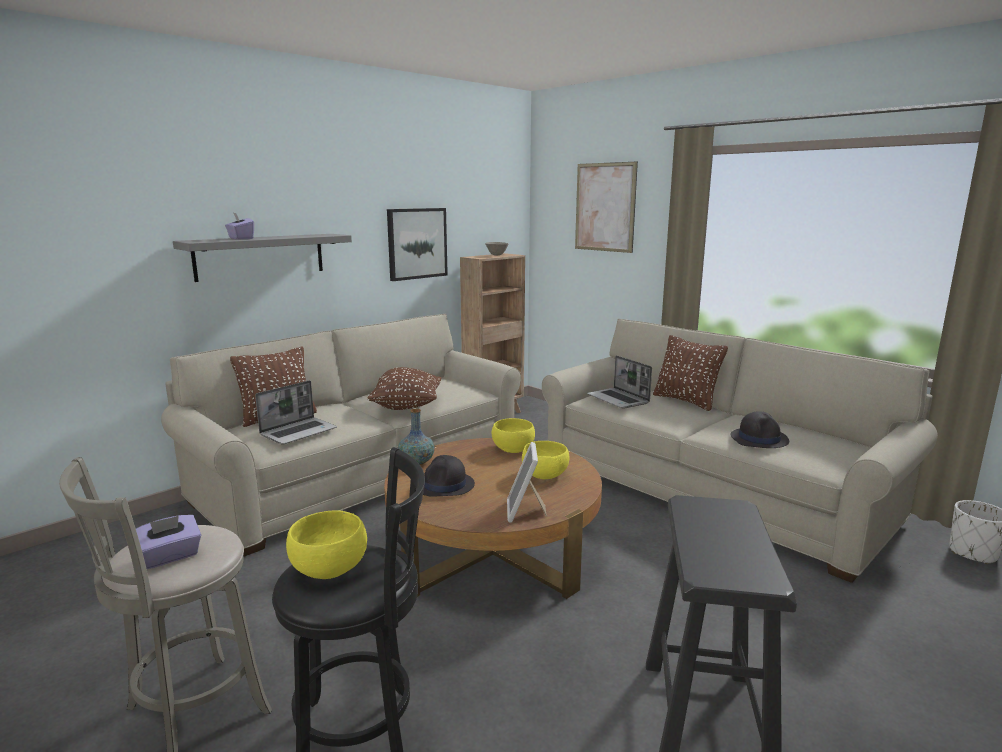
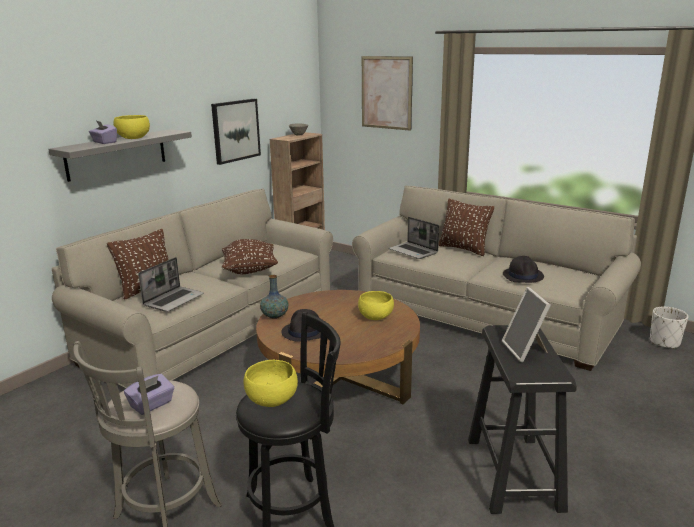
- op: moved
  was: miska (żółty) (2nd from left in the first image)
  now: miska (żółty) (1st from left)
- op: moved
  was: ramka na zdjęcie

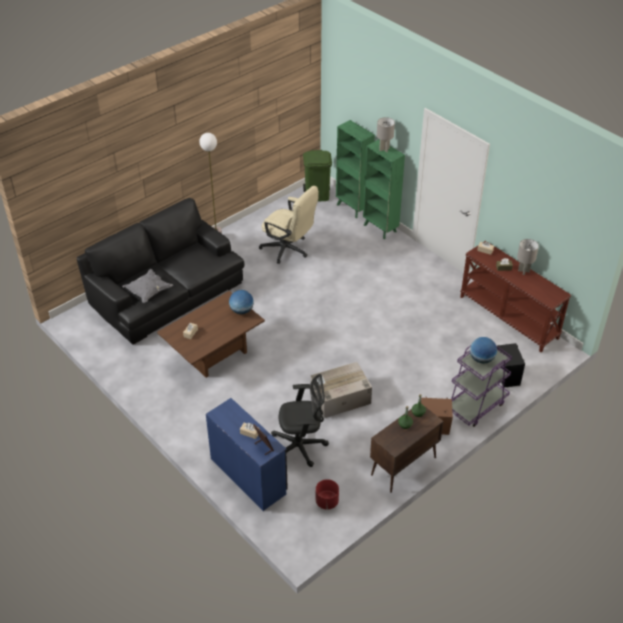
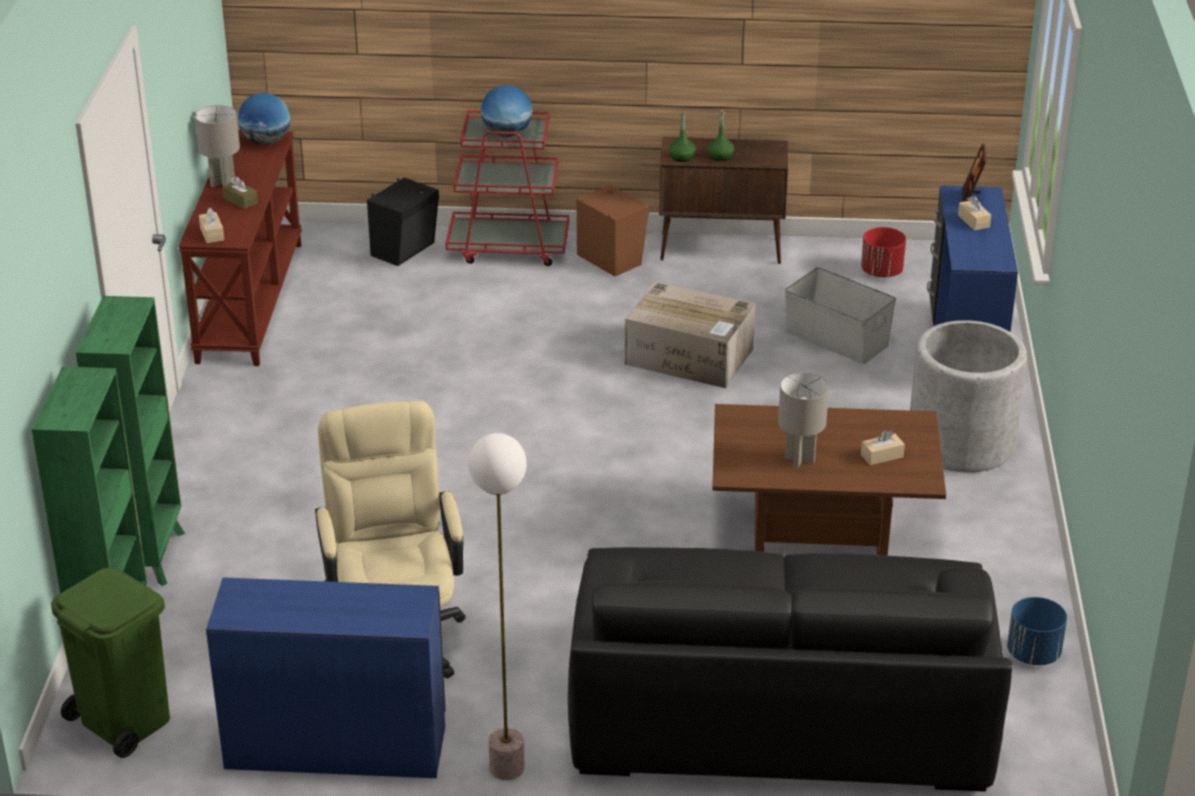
- op: added
  now: biurko (niebieski) (1st from left)
- op: moved
  was: globus (1st from left)
- op: recoloured
  was: wózek (fioletowy)
  now: wózek (czerwony)
- op: moved
  was: lampa stołowa (szary) (1st from left in the first image)
  now: lampa stołowa (szary) (2nd from left)
- op: replaced
  was: krzesło biurowe (czarny)
  now: pojemnik do przechowywania (szary)
- op: added
  now: donica (szary)
- op: added
  now: donica (niebieski)
- op: removed
  was: poduszka (szary)

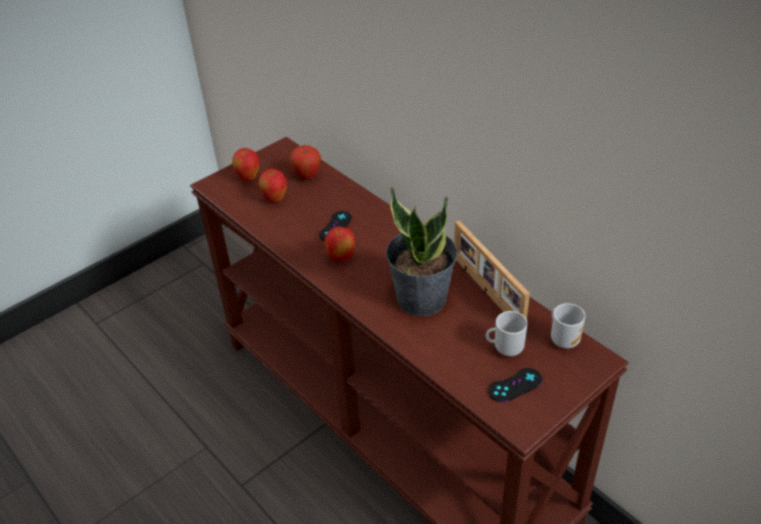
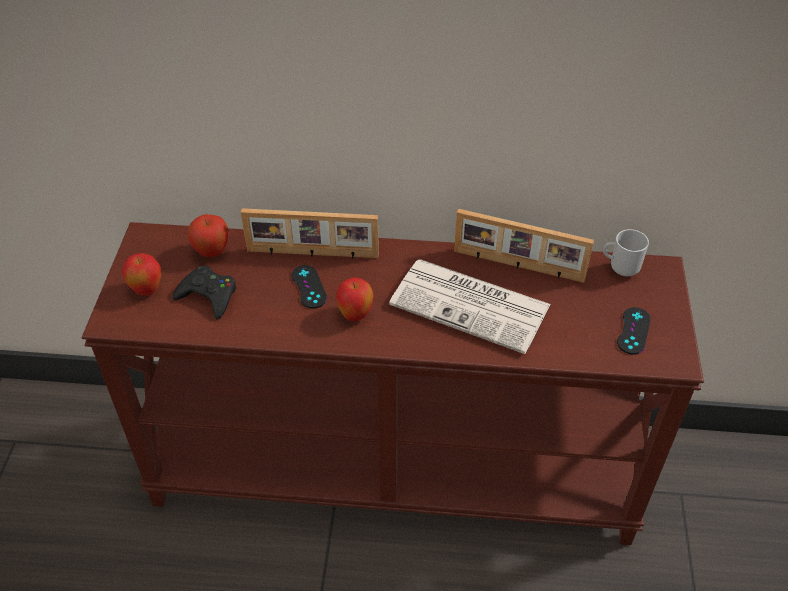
- op: replaced
  was: jabłko (2nd from left)
  now: pad do gier (czarny) (1st from left)
- op: added
  now: ramka na zdjęcie (1st from left)
- op: replaced
  was: roślina doniczkowa
  now: gazeta
- op: removed
  was: kubek (1st from left)

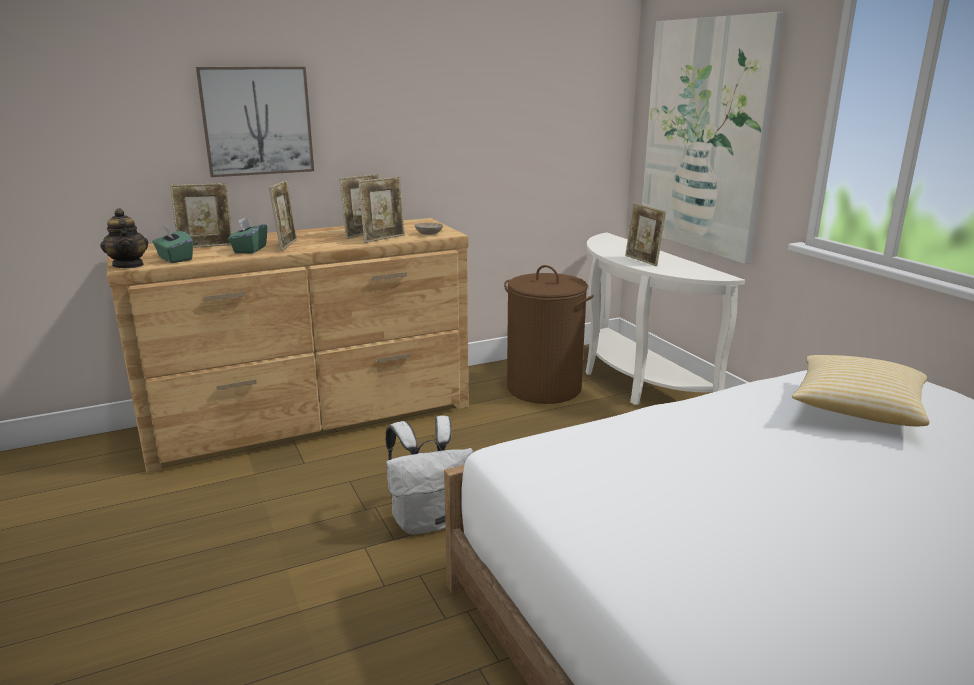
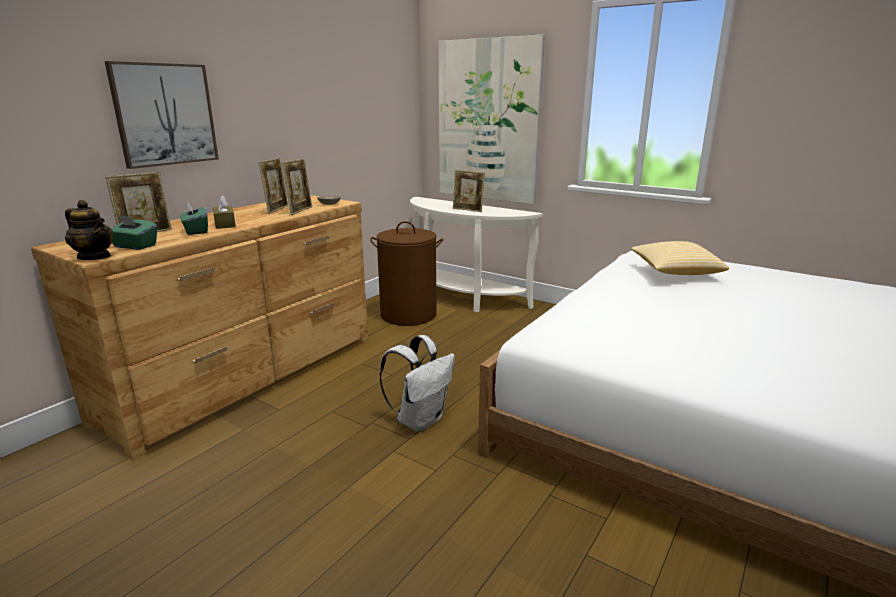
- op: replaced
  was: ramka na zdjęcie (2nd from left)
  now: pudełko chusteczek (brązowy)

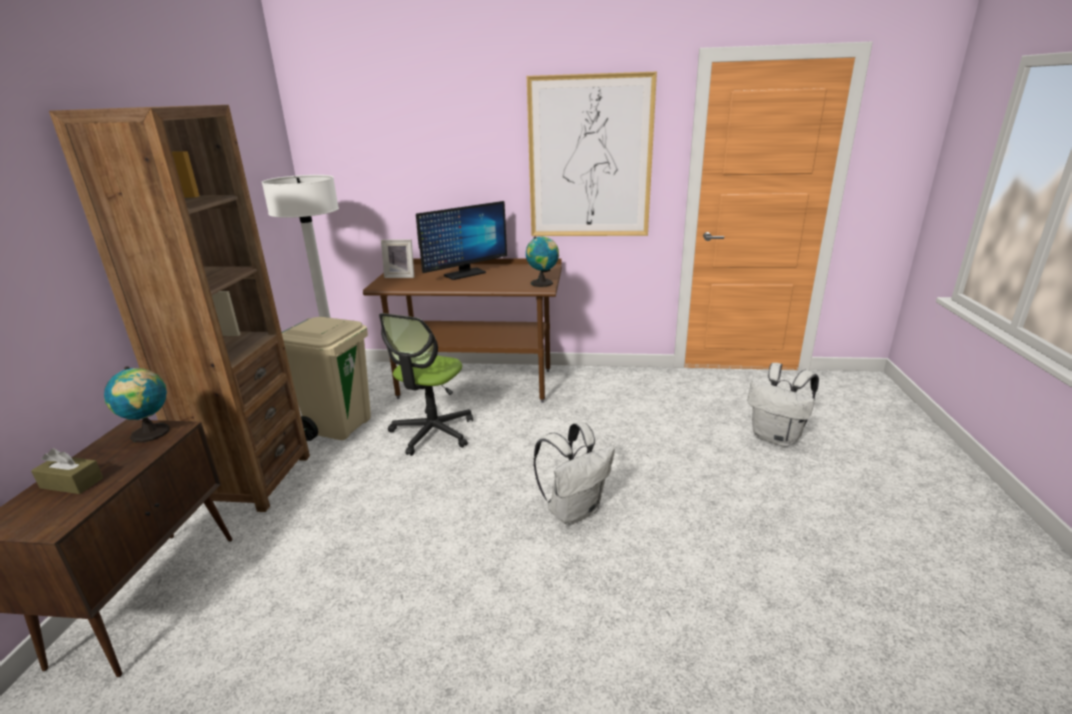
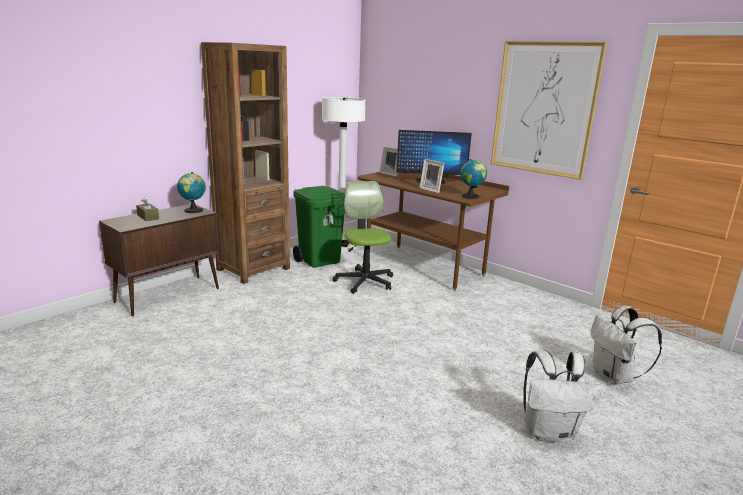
- op: recoloured
  was: kosz na śmieci (beżowy)
  now: kosz na śmieci (zielony)
- op: turned
  was: krzesło biurowe
  clockwise: 105
- op: added
  now: ramka na zdjęcie (2nd from left)
- op: moved
  was: plecak (biały) (1st from left)

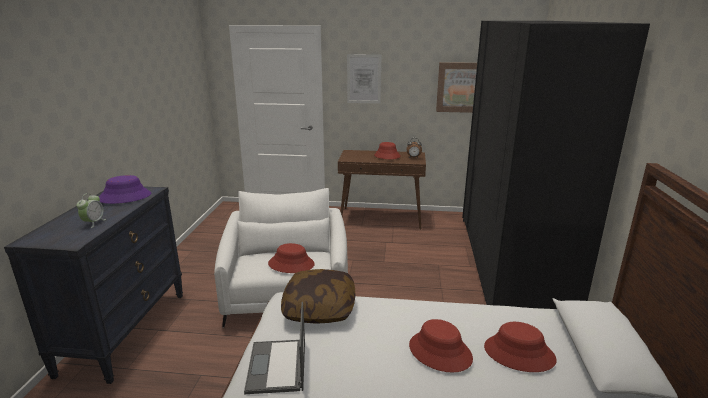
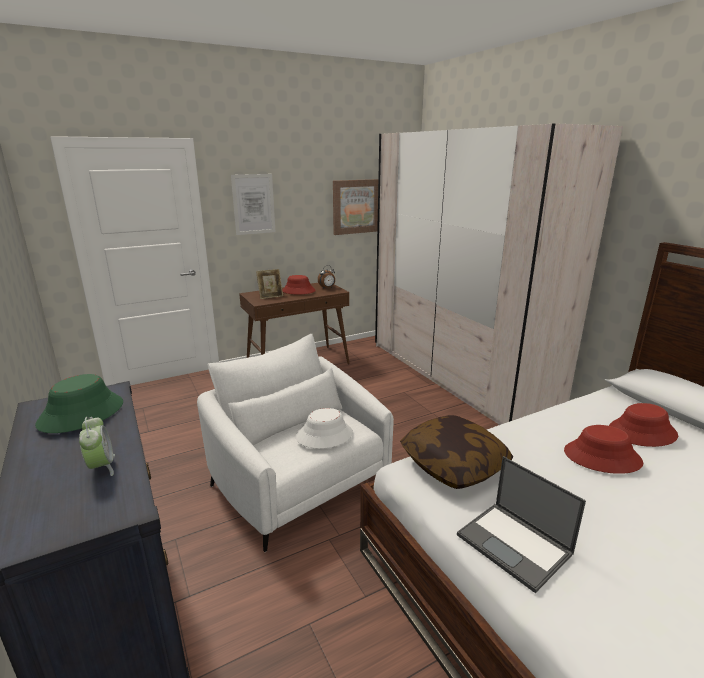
- op: recoloured
  was: kapelusz (fioletowy)
  now: kapelusz (zielony)
- op: added
  now: ramka na zdjęcie
- op: recoloured
  was: kapelusz (czerwony) (1st from left)
  now: kapelusz (biały)
- op: recoloured
  was: szafa (czarny)
  now: szafa (beżowy)

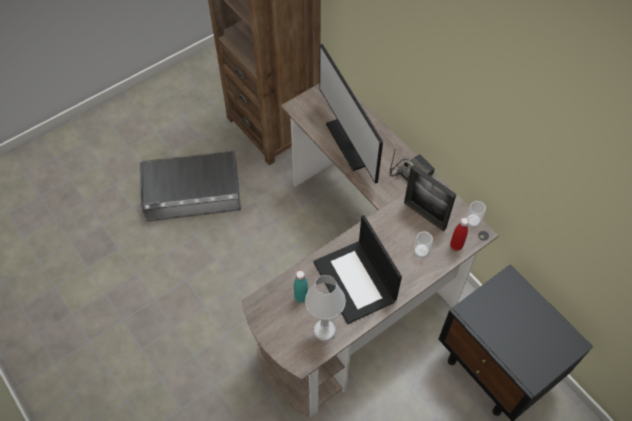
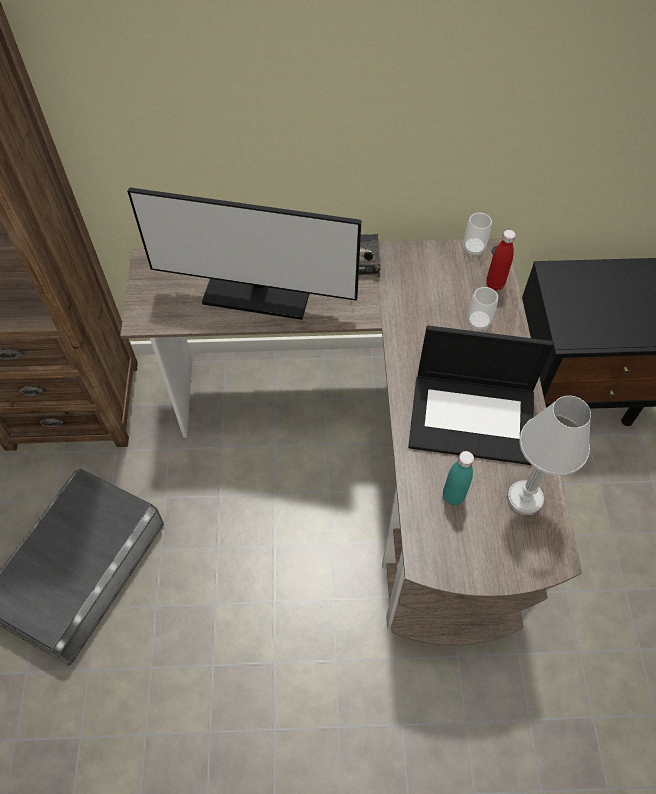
- op: removed
  was: ramka na zdjęcie

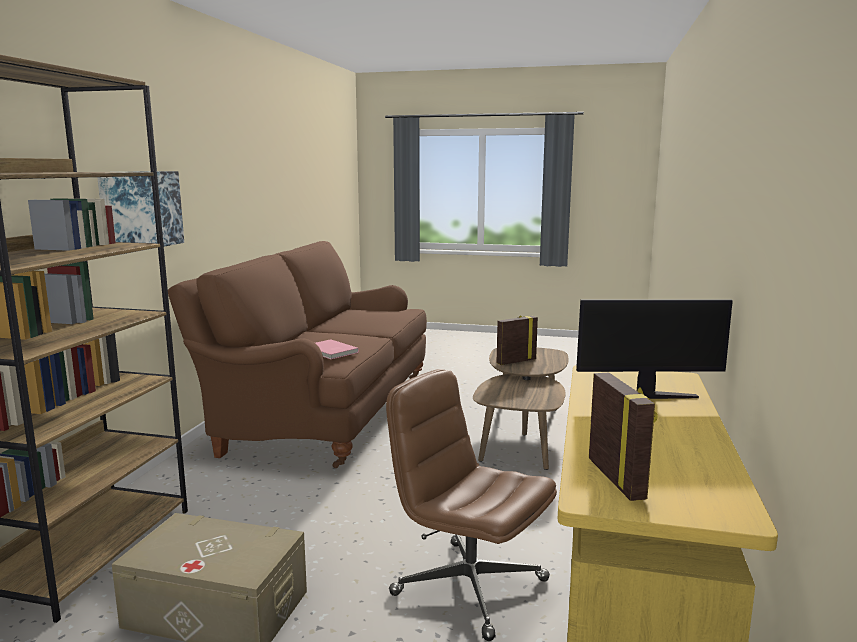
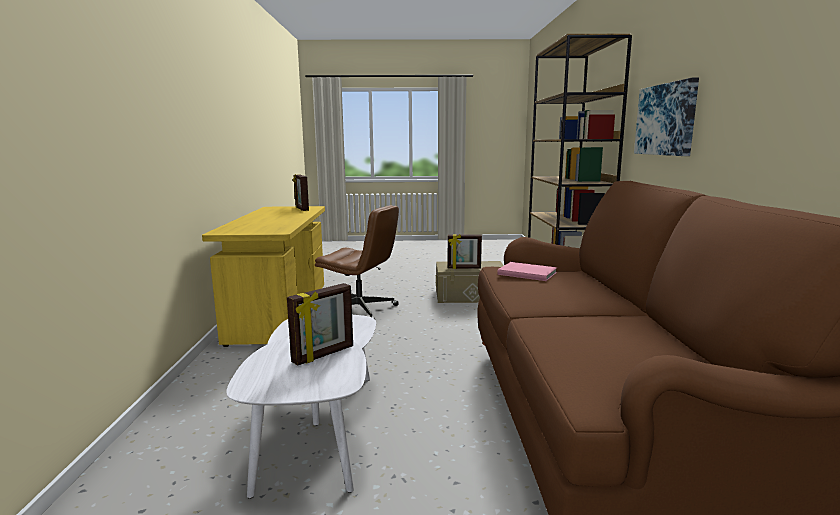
- op: recoloured
  was: ława (brązowy)
  now: ława (biały)
- op: added
  now: ramka na zdjęcie (3rd from left)
- op: removed
  was: monitor

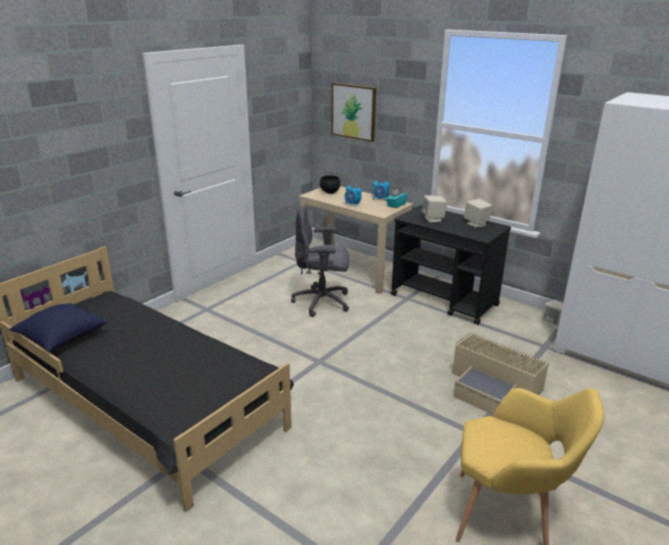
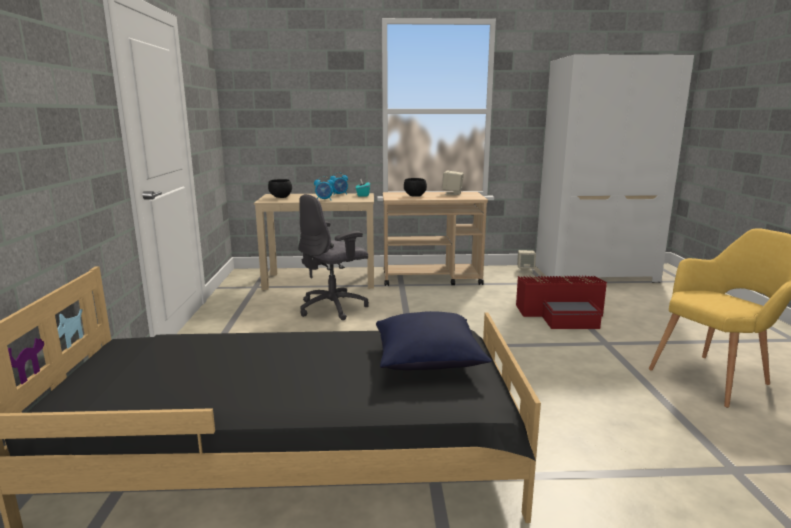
- op: moved
  was: poduszka (niebieski)
- op: recoloured
  was: wózek (czarny)
  now: wózek (beżowy)
- op: replaced
  was: głośnik (beżowy) (1st from left)
  now: miska (czarny) (2nd from left)
- op: recoloured
  was: pojemnik do przechowywania (beżowy)
  now: pojemnik do przechowywania (czerwony)
- op: removed
  was: obraz

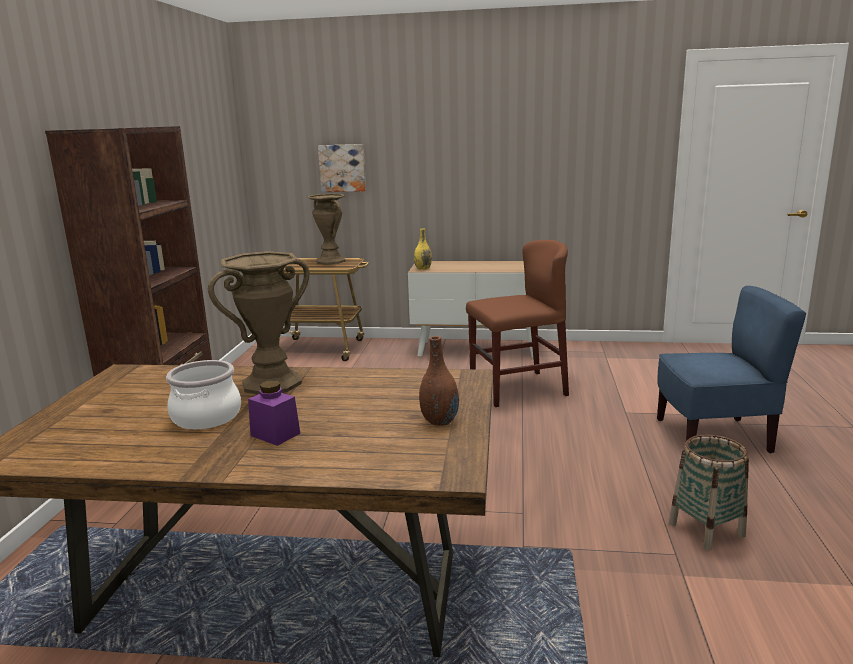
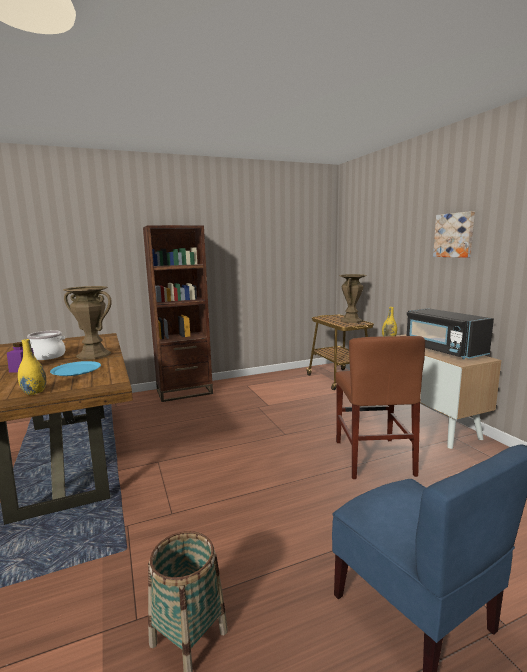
- op: recoloured
  was: wazon (brązowy) (3rd from left)
  now: wazon (żółty) (1st from left)
- op: added
  now: talerz (niebieski)
- op: turned
  was: krzesło (brązowy)
  clockwise: 45
- op: added
  now: mikrofalówka (czarny)
- op: moved
  was: obraz

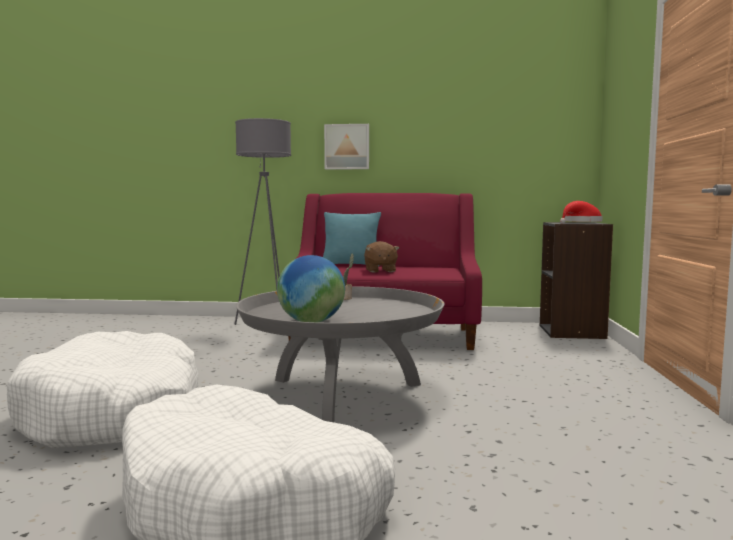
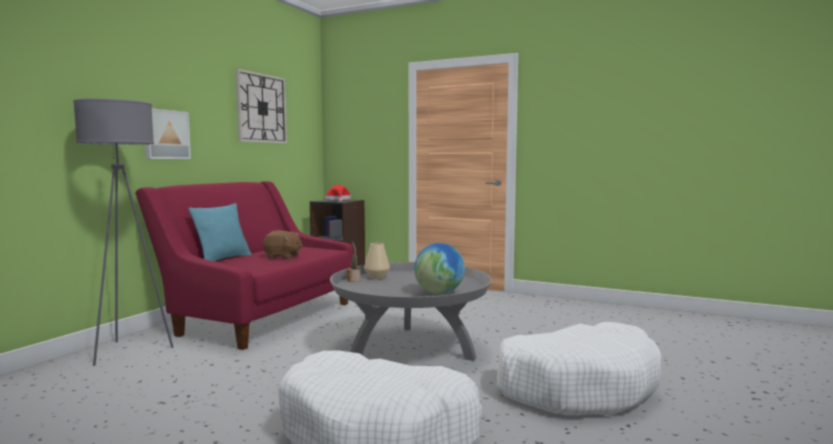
- op: added
  now: zegar ścienny
- op: added
  now: wazon (beżowy)

